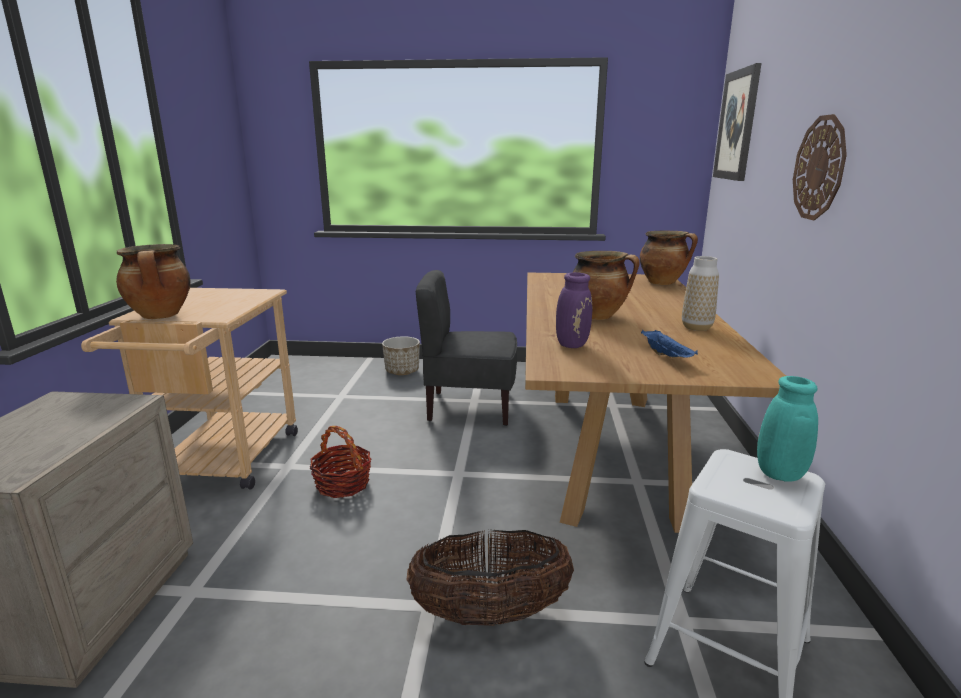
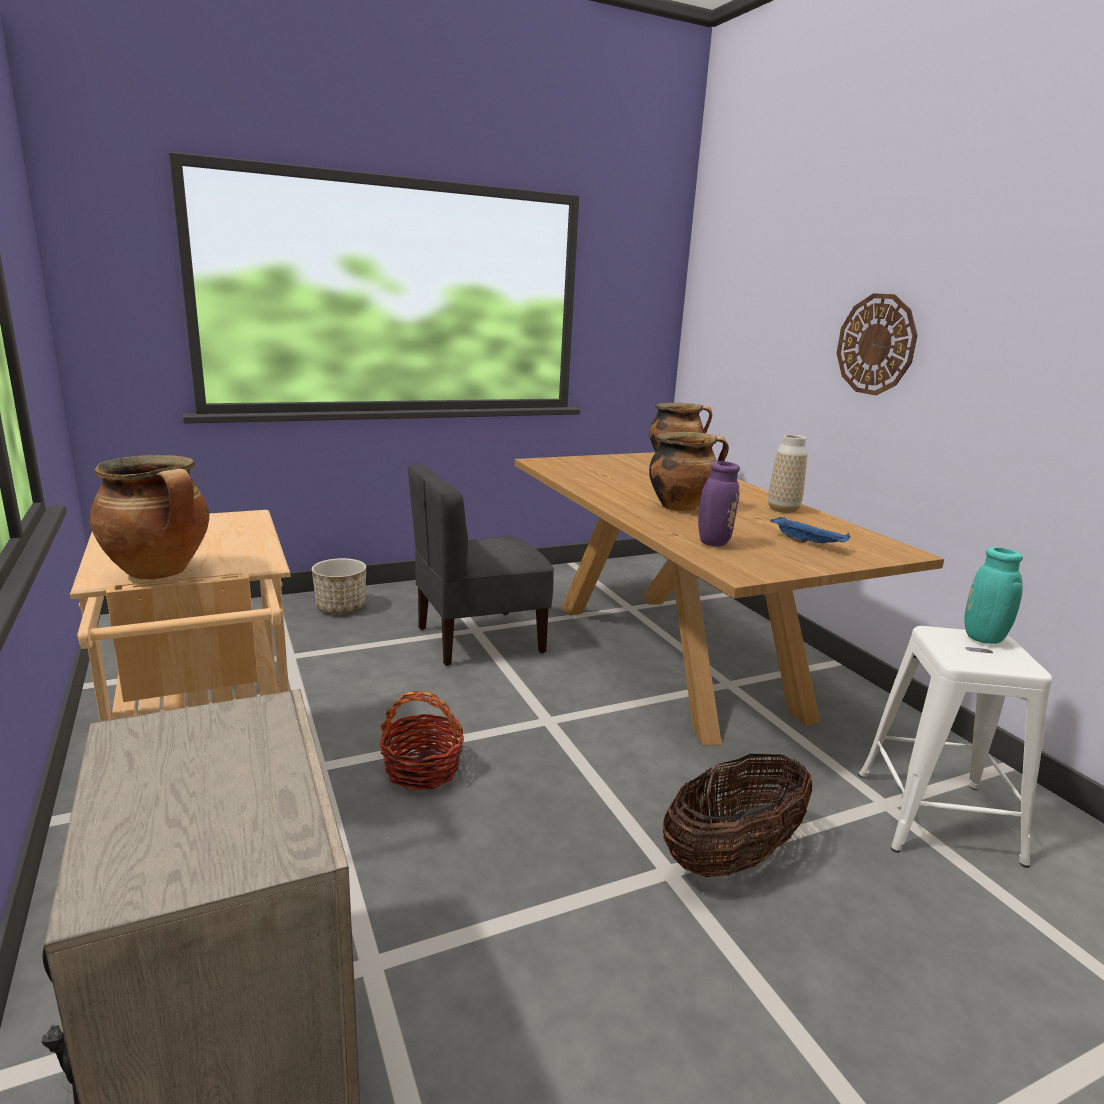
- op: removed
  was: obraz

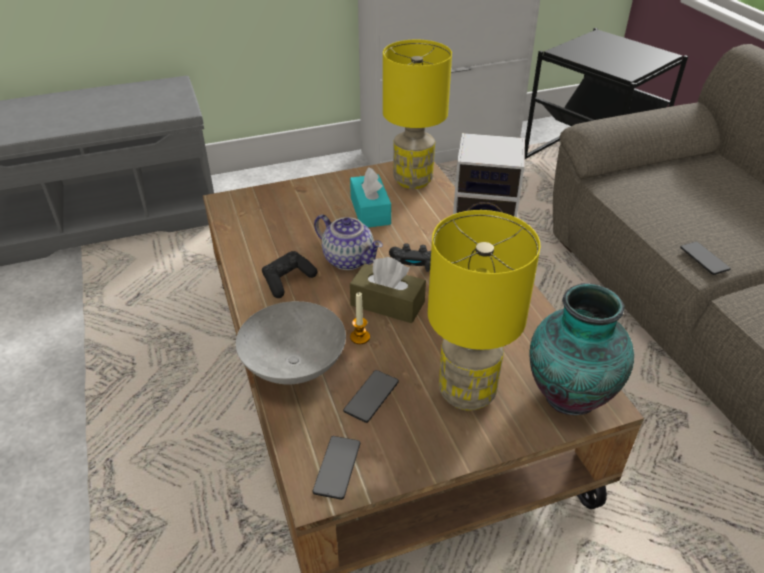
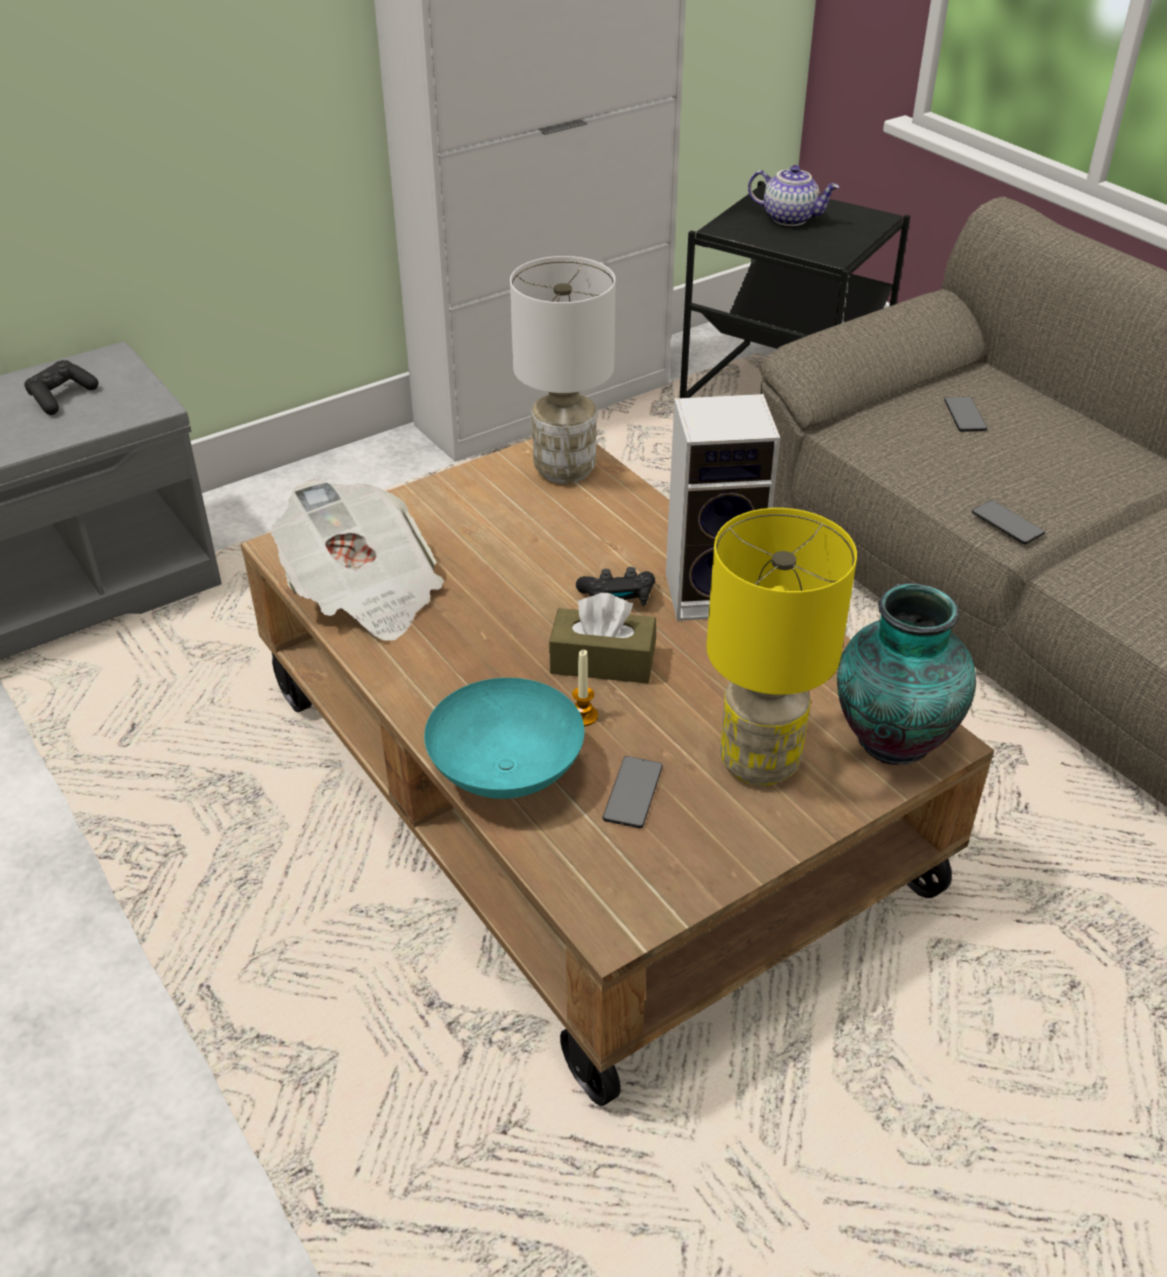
- op: moved
  was: pad do gier (czarny) (1st from left)
- op: added
  now: gazeta
- op: recoloured
  was: miska (szary)
  now: miska (turkusowy)
- op: recoloured
  was: lampa stołowa (żółty) (1st from left)
  now: lampa stołowa (biały)
- op: moved
  was: imbryk
- op: moved
  was: telefon (1st from left in the first image)
  now: telefon (2nd from left)
- op: removed
  was: pudełko chusteczek (turkusowy)

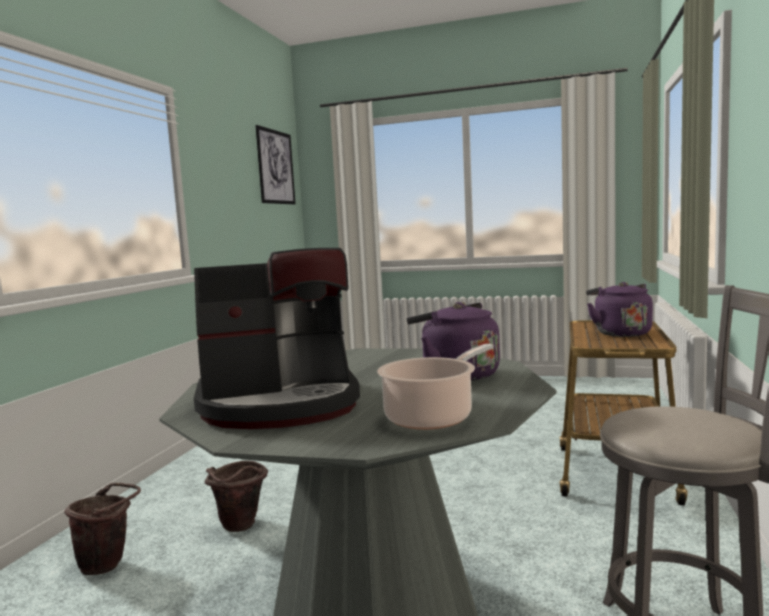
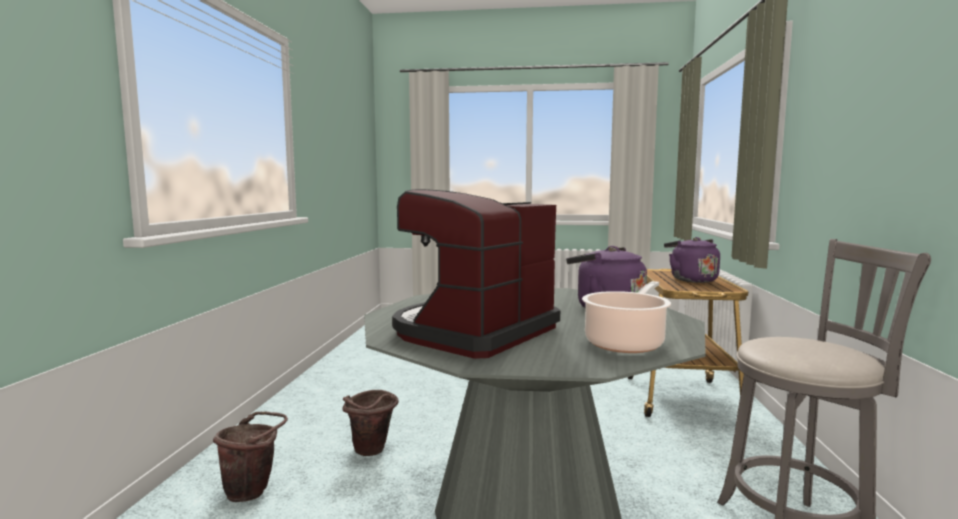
- op: turned
  was: ekspres do kawy
  clockwise: 150
- op: removed
  was: obraz

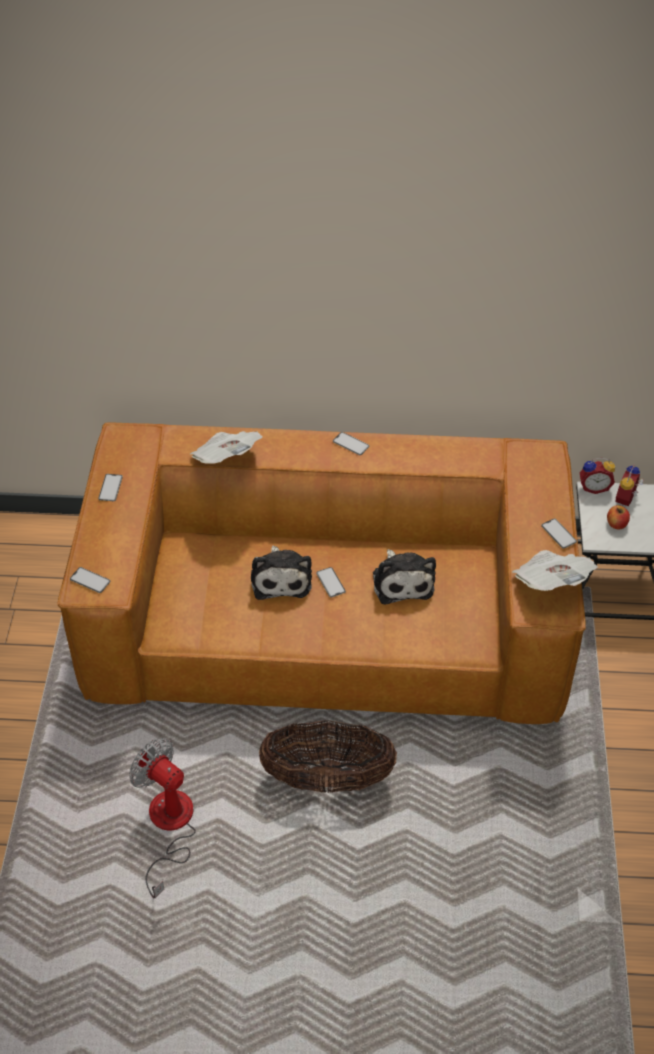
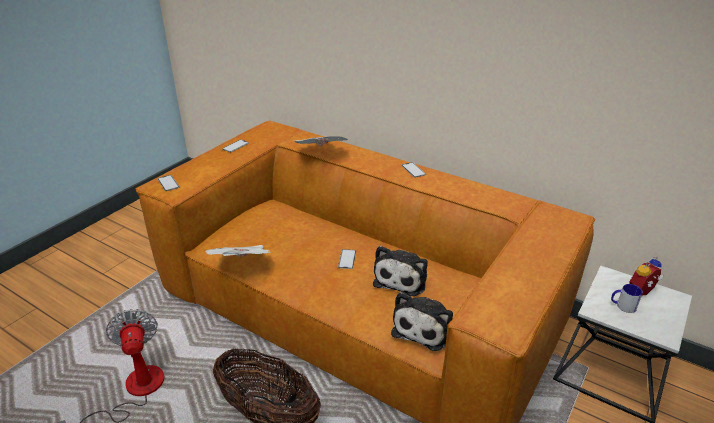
- op: moved
  was: gazeta (2nd from left in the first image)
  now: gazeta (1st from left)
- op: moved
  was: pluszak (1st from left in the first image)
  now: pluszak (2nd from left)
- op: replaced
  was: jabłko
  now: kubek
- op: removed
  was: telefon (5th from left)
- op: removed
  was: budzik (1st from left)

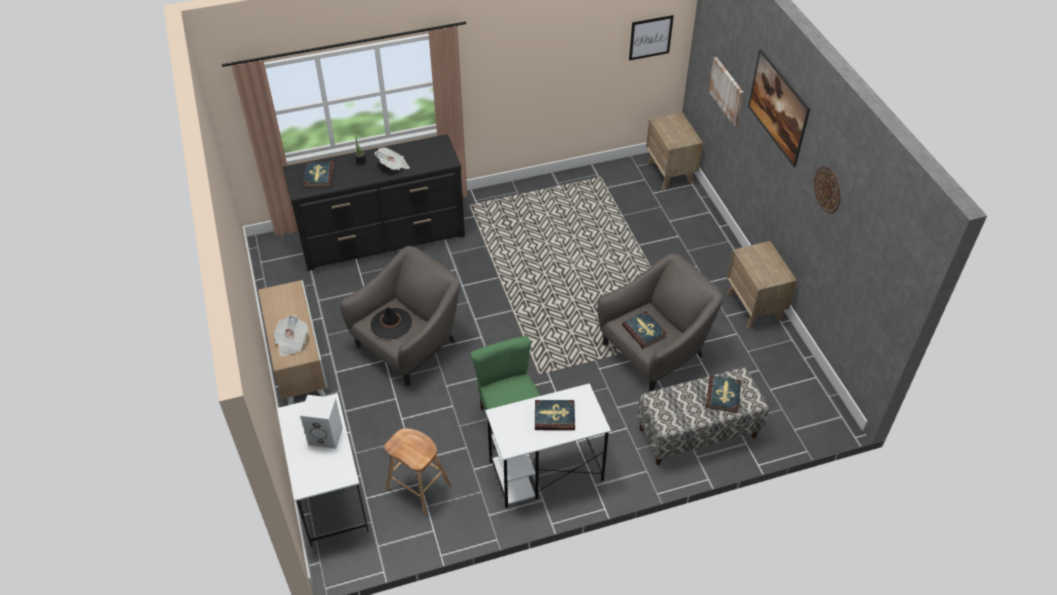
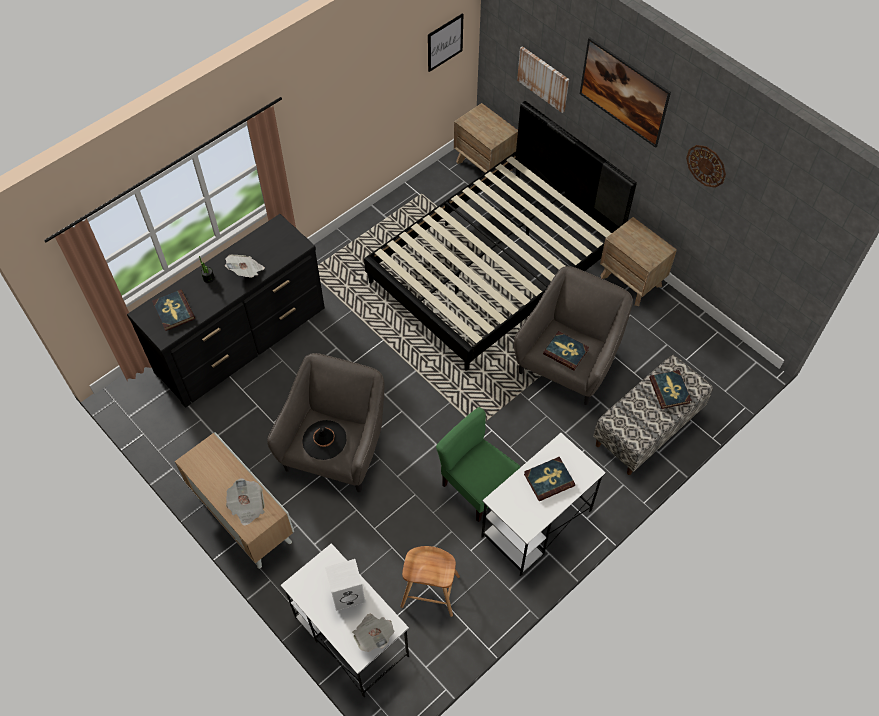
- op: added
  now: gazeta (3rd from left)
- op: added
  now: łóżko (czarny)

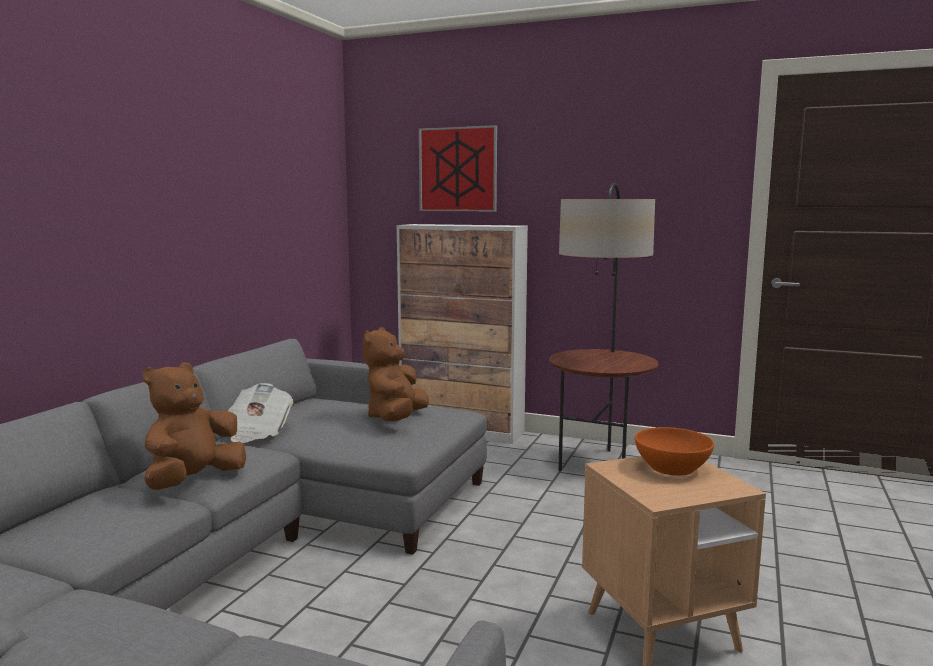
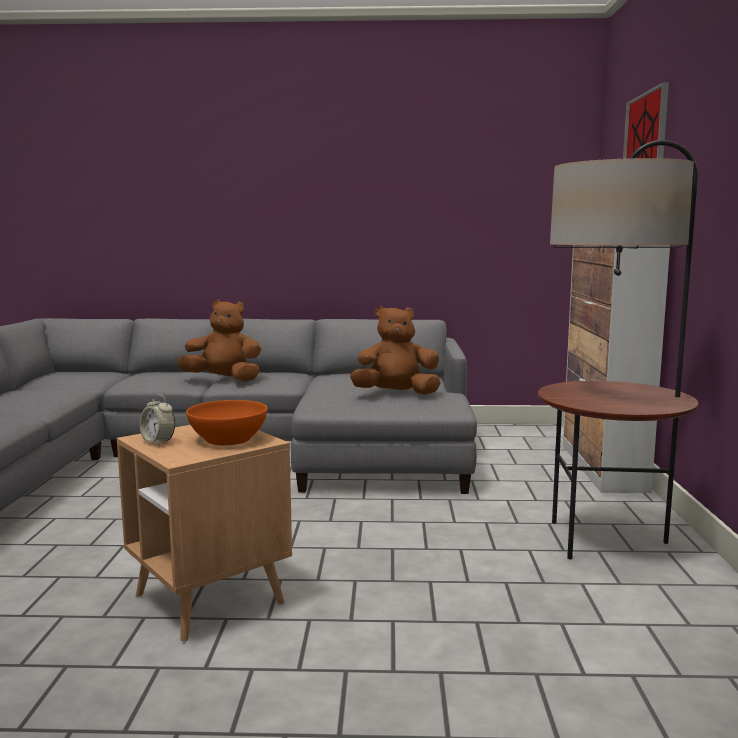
- op: added
  now: budzik
- op: removed
  was: gazeta

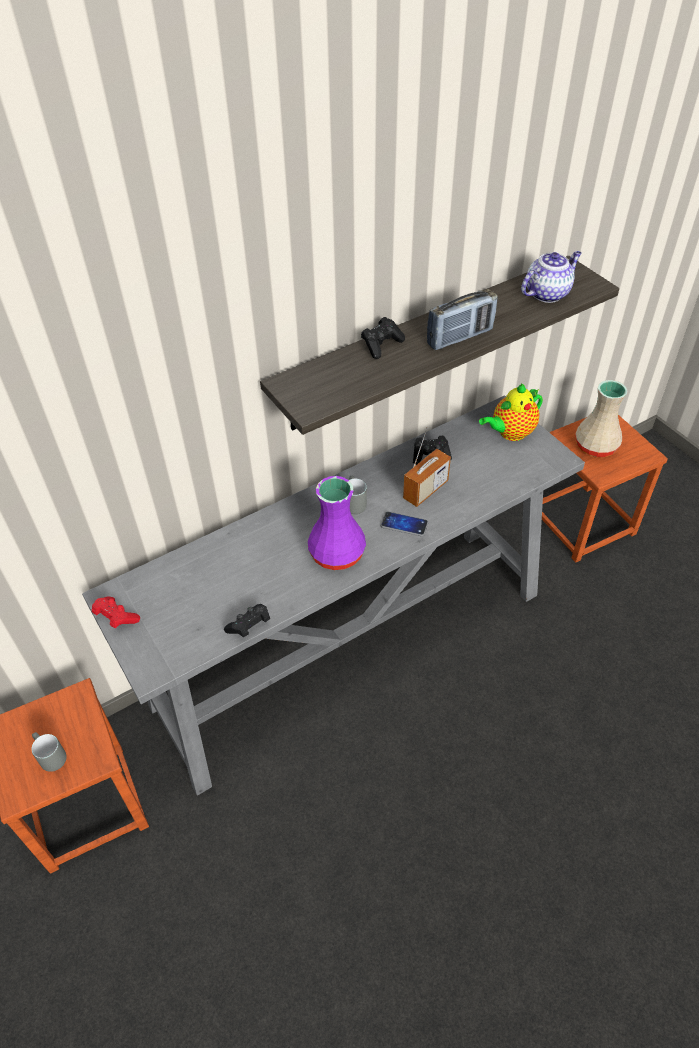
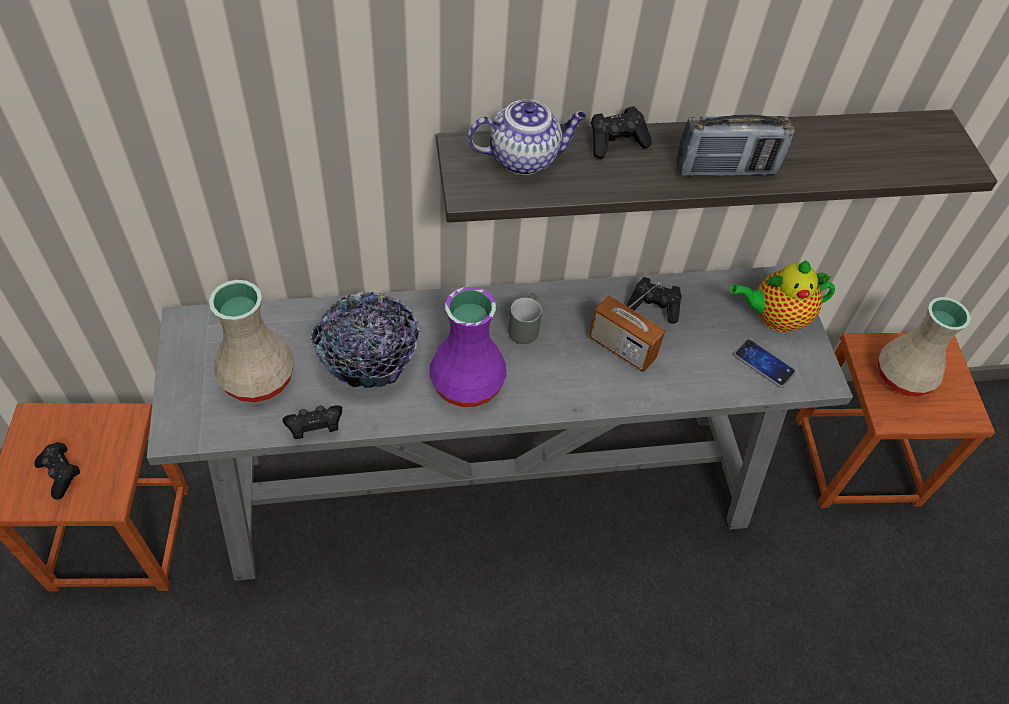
- op: replaced
  was: kubek (szary) (1st from left)
  now: pad do gier (czarny) (1st from left)
- op: added
  now: wazon (beżowy) (1st from left)
- op: added
  now: miska
- op: moved
  was: imbryk (2nd from left in the first image)
  now: imbryk (1st from left)
- op: turned
  was: radio (1st from left)
  clockwise: 60
- op: moved
  was: telefon
- op: removed
  was: pad do gier (czerwony)

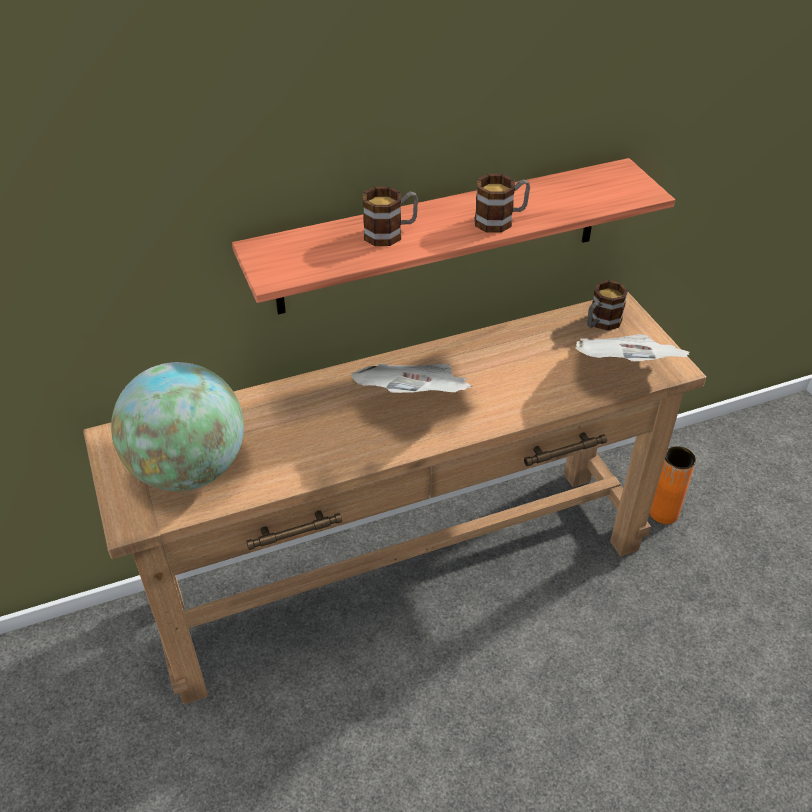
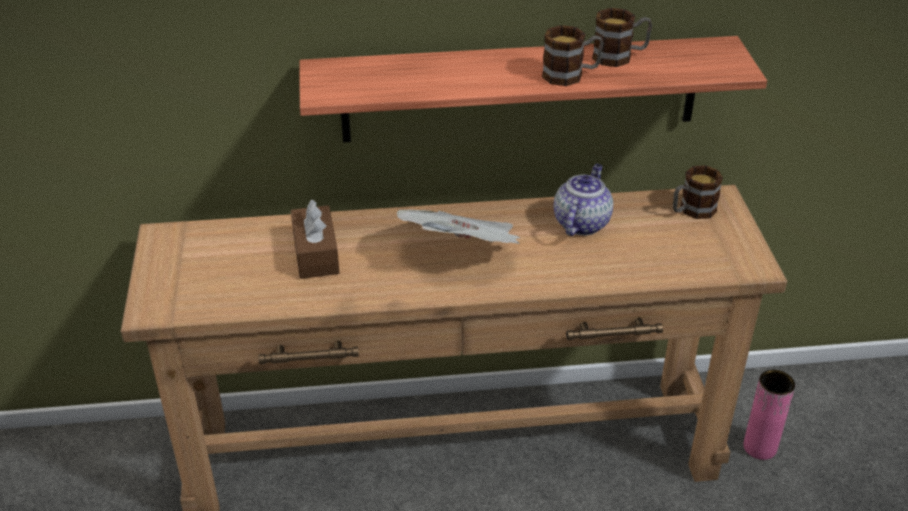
- op: added
  now: pudełko chusteczek (brązowy)
- op: added
  now: imbryk
- op: moved
  was: kubek (1st from left in the first image)
  now: kubek (2nd from left)
- op: recoloured
  was: wazon (pomarańczowy)
  now: wazon (różowy)
- op: removed
  was: globus
- op: removed
  was: gazeta (2nd from left)

